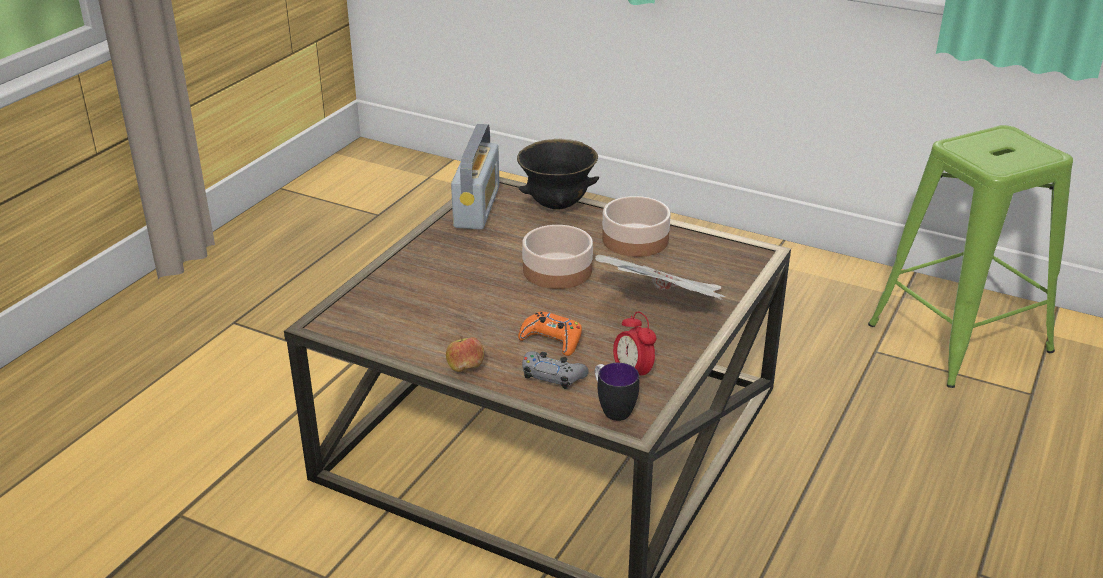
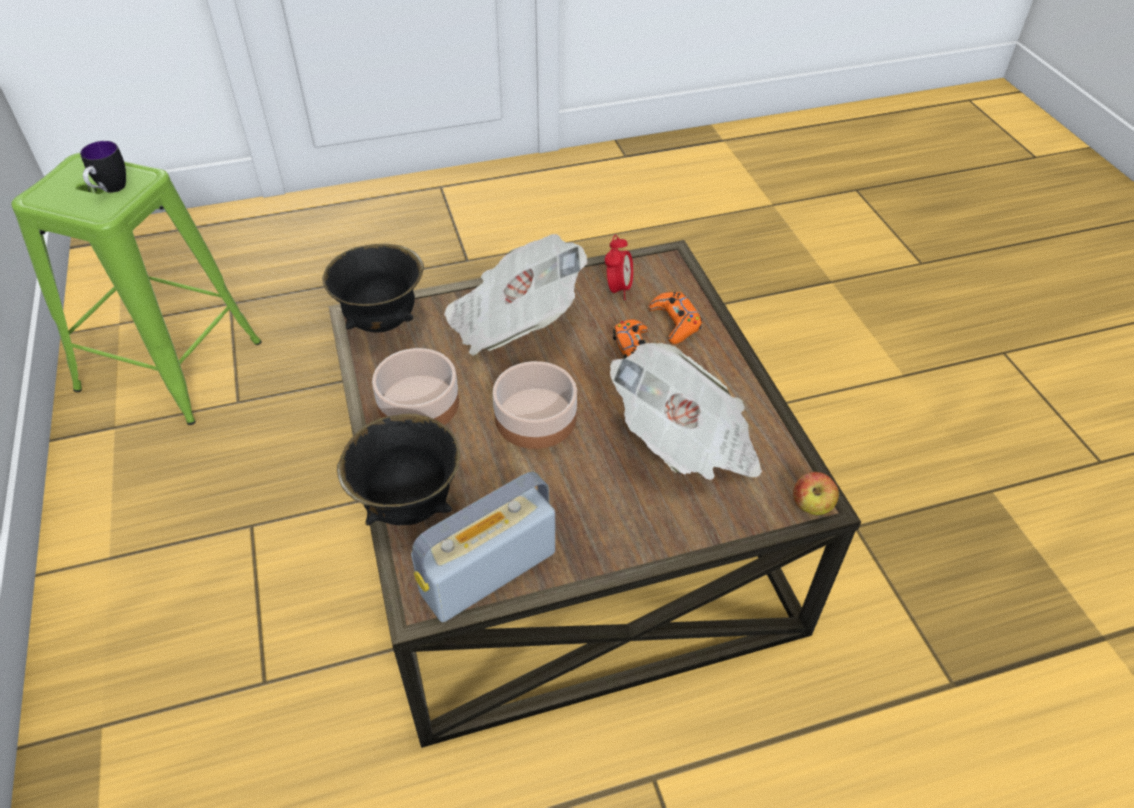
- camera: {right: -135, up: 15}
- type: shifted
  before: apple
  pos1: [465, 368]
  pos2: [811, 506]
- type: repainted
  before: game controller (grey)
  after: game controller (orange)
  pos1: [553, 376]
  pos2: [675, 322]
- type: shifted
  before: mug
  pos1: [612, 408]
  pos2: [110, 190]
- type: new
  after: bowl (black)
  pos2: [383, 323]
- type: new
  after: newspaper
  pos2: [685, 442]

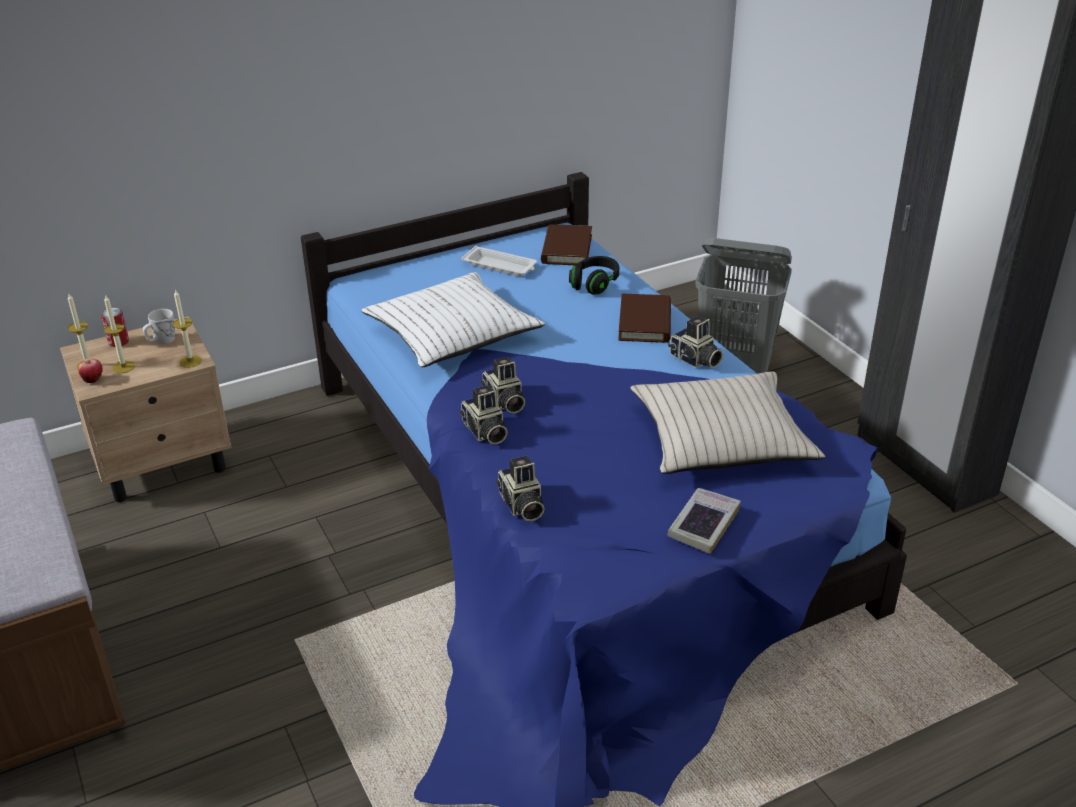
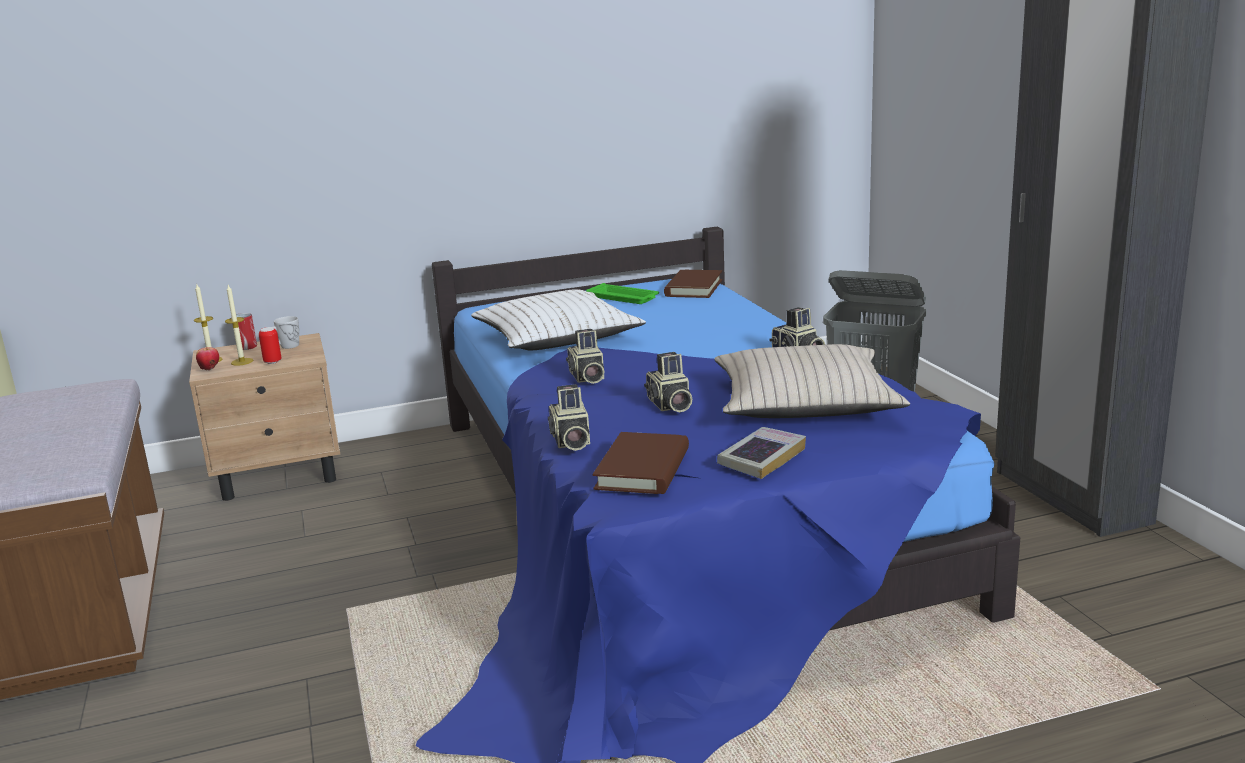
- camera: {right: 10, up: -15}
- type: repainted
  before: tray (white)
  after: tray (green)
  pos1: [501, 266]
  pos2: [624, 298]
- type: gone
  before: headphones (black)
  pos1: [594, 284]
- type: gone
  before: candle
  pos1: [190, 361]
- type: shifted
  before: book (brown)
  pos1: [645, 322]
  pos2: [643, 469]
- type: shifted
  before: photo camera
  pos1: [484, 432]
  pos2: [669, 405]
- type: new
  after: can
  pos2: [272, 362]

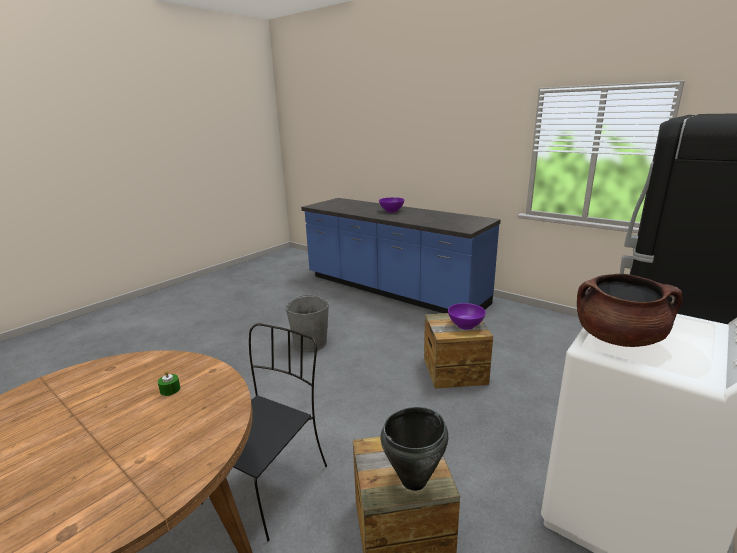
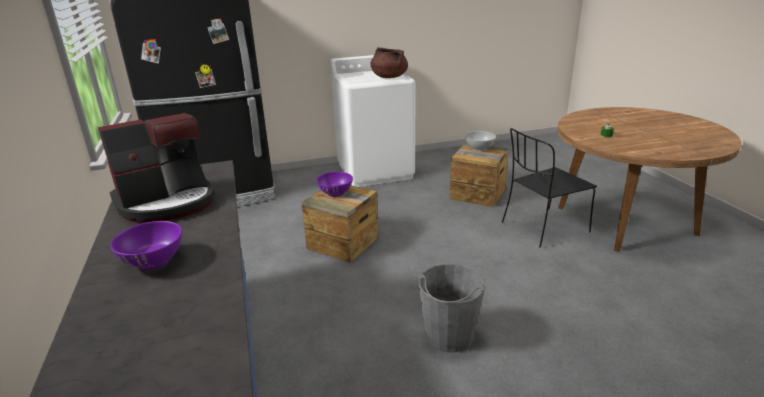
- camera: {right: -145, up: 5}
- type: swapped
  before: cooking pot (black)
  after: bowl (white)
  pos1: [414, 480]
  pos2: [479, 148]
- type: new
  after: coffee machine
  pos2: [167, 202]

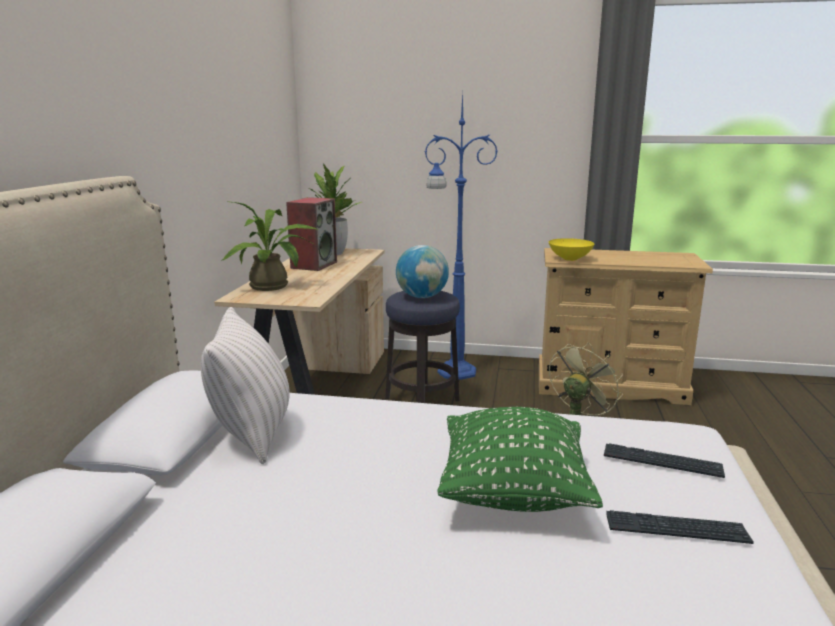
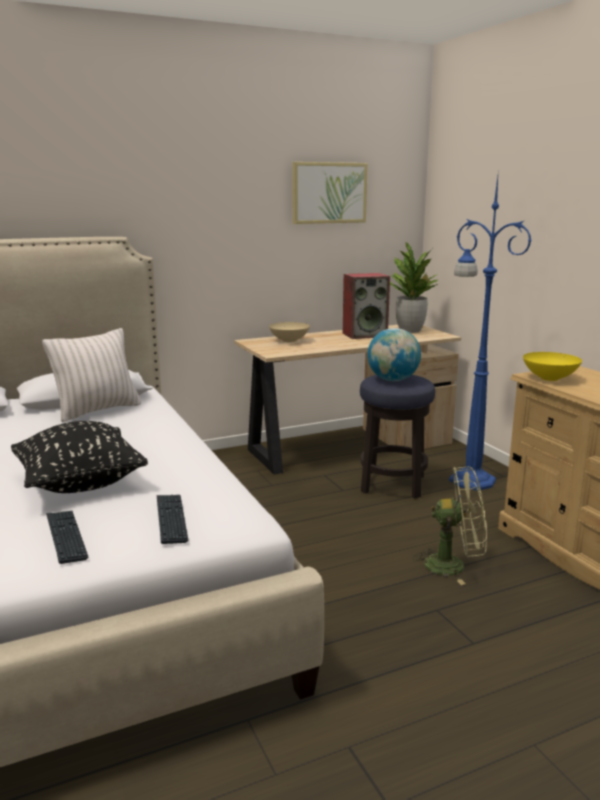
- camera: {right: 55, up: 0}
- type: swapped
  before: potted plant
  after: bowl (beige)
  pos1: [273, 287]
  pos2: [288, 341]
- type: repainted
  before: pillow (green)
  after: pillow (black)
  pos1: [513, 493]
  pos2: [80, 483]
- type: new
  after: picture
  pos2: [329, 193]

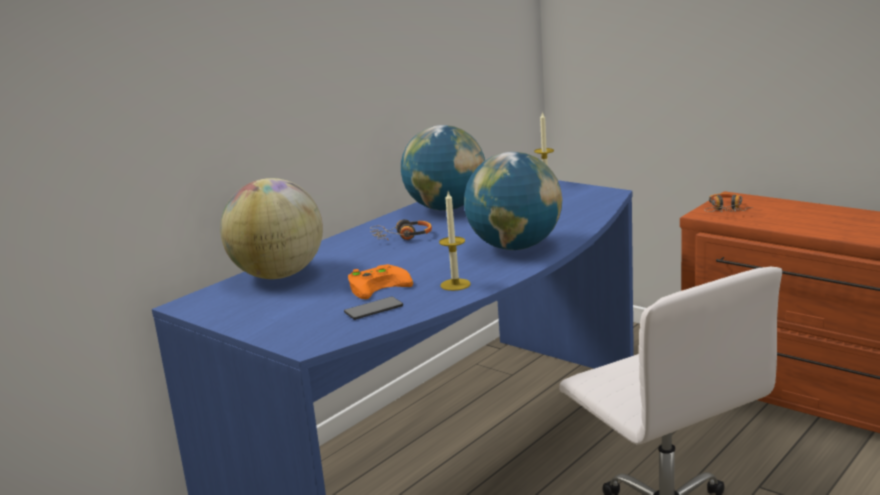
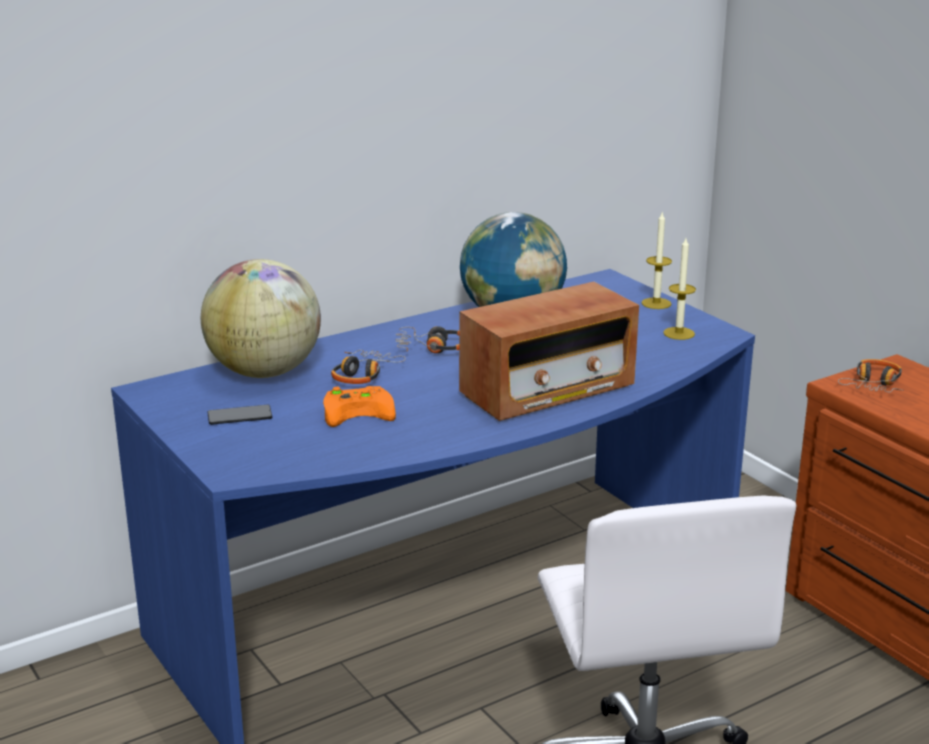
- camera: {right: 15, up: 5}
- type: swapped
  before: globe
  after: radio
  pos1: [515, 247]
  pos2: [547, 391]
- type: shifted
  before: candle
  pos1: [455, 284]
  pos2: [679, 333]
- type: shifted
  before: phone
  pos1: [373, 309]
  pos2: [239, 416]
- type: new
  after: headphones
  pos2: [363, 375]

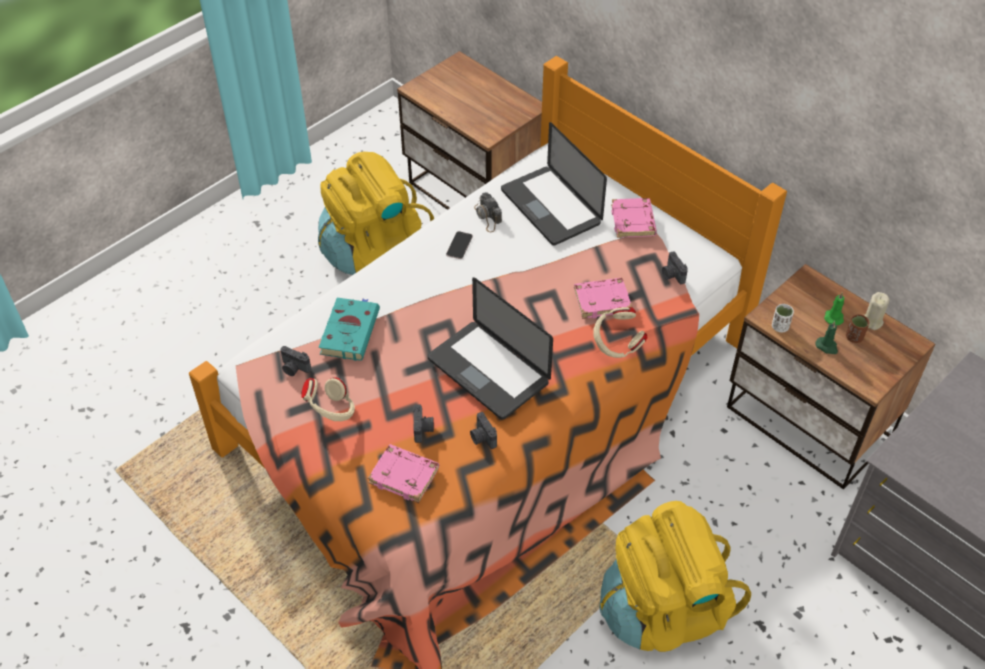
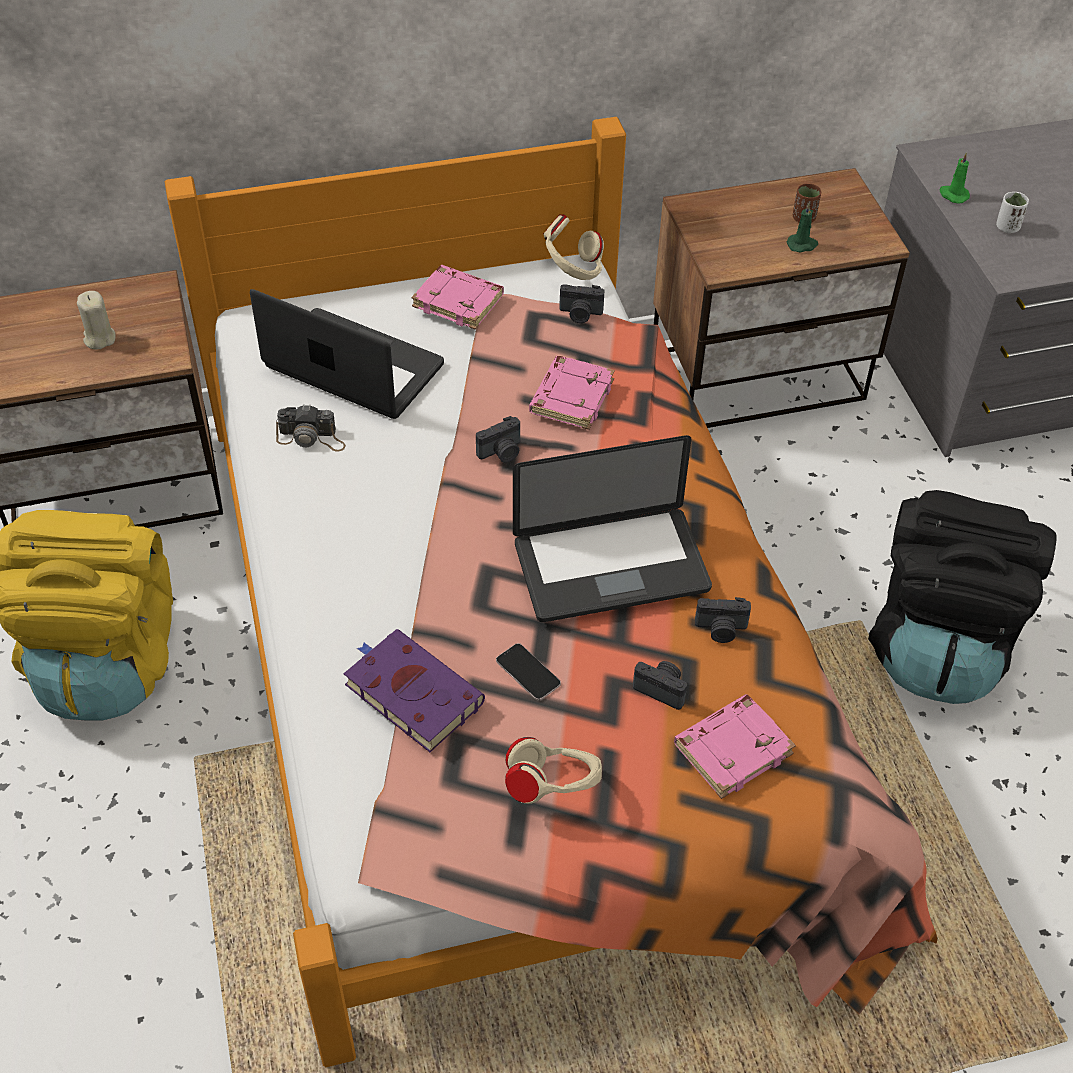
- camera: {right: -60, up: 0}
- type: rotated
  before: laptop
  pos1: [550, 207]
  pos2: [354, 367]
  turn: -150
- type: shifted
  before: phone
  pos1: [459, 245]
  pos2: [528, 672]
- type: shifted
  before: candle (beige)
  pos1: [871, 321]
  pos2: [99, 338]
- type: shifted
  before: candle (green)
  pos1: [833, 317]
  pos2: [953, 195]
- type: repainted
  before: book (turquoise)
  after: book (purple)
  pos1: [350, 330]
  pos2: [410, 692]
- type: shifted
  before: cup (white)
  pos1: [780, 327]
  pos2: [1007, 227]
- type: shifted
  before: headphones (beige)
  pos1: [617, 345]
  pos2: [573, 270]
- type: shifted
  before: photo camera
  pos1: [294, 368]
  pos2: [501, 452]
- type: repainted
  before: backpack (yellow)
  after: backpack (black)
  pos1: [663, 610]
  pos2: [938, 644]

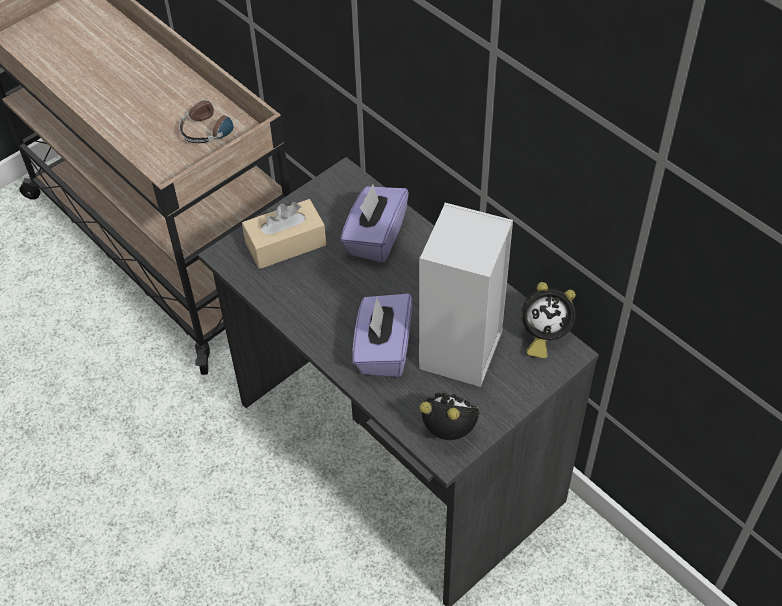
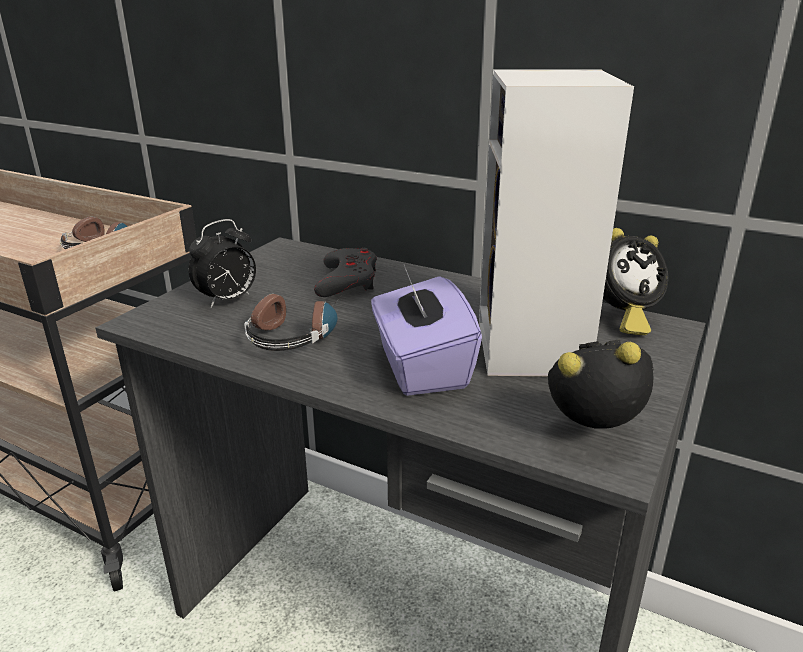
- camera: {right: -20, up: -25}
- type: swapped
  before: tissue box (purple)
  after: game controller (grey)
  pos1: [375, 237]
  pos2: [347, 280]
- type: swapped
  before: tissue box (beige)
  after: alarm clock
  pos1: [285, 244]
  pos2: [228, 300]
- type: new
  after: headphones
  pos2: [295, 332]

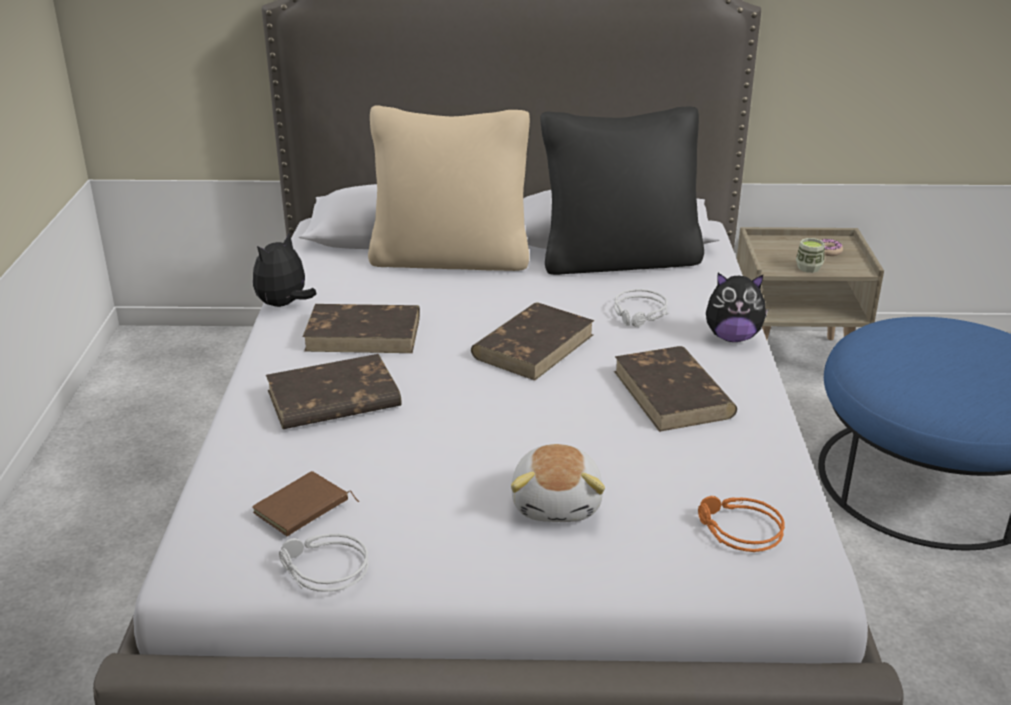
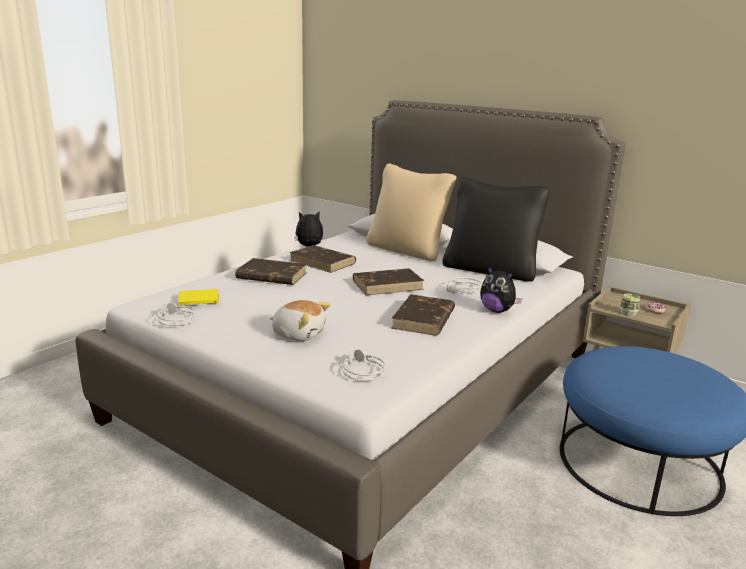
- camera: {right: 35, up: -10}
- type: rotated
  before: plush toy
  pos1: [558, 503]
  pos2: [299, 334]
  turn: -105
- type: repainted
  before: book (brown)
  after: book (yellow)
  pos1: [303, 509]
  pos2: [198, 300]
- type: repainted
  before: headphones (orange)
  after: headphones (grey)
  pos1: [737, 531]
  pos2: [360, 371]

